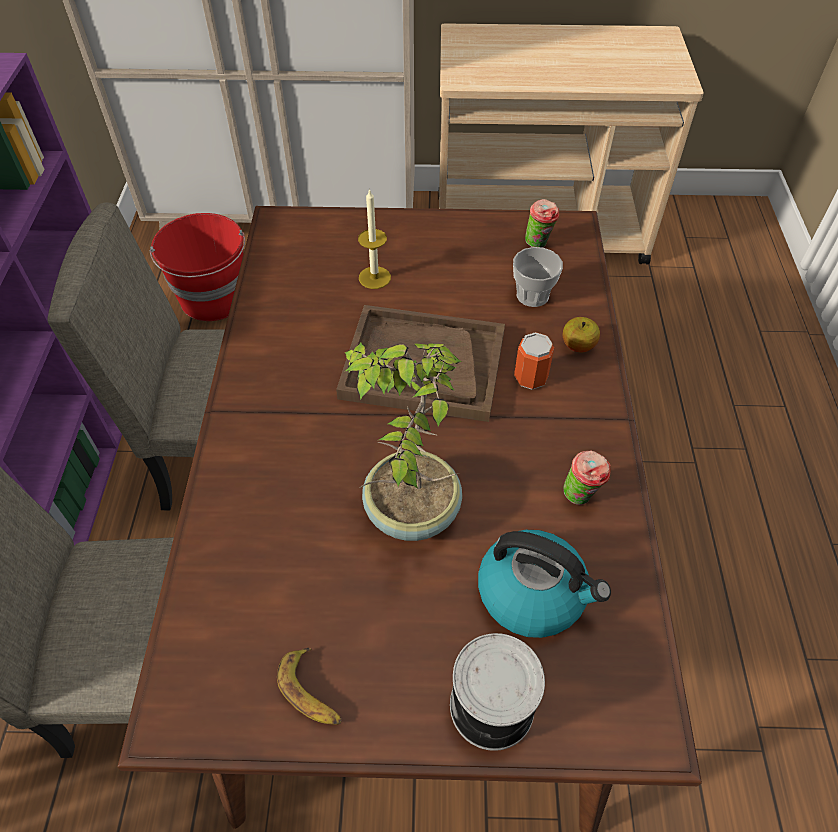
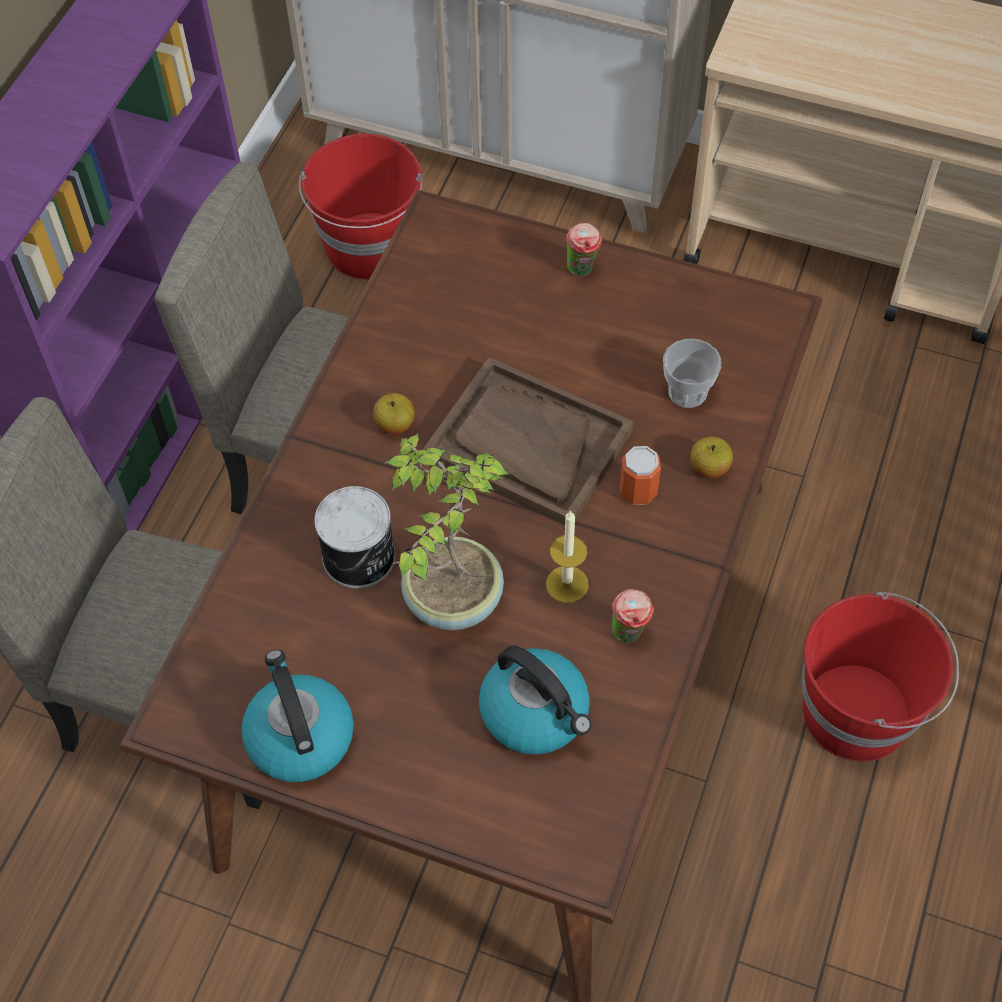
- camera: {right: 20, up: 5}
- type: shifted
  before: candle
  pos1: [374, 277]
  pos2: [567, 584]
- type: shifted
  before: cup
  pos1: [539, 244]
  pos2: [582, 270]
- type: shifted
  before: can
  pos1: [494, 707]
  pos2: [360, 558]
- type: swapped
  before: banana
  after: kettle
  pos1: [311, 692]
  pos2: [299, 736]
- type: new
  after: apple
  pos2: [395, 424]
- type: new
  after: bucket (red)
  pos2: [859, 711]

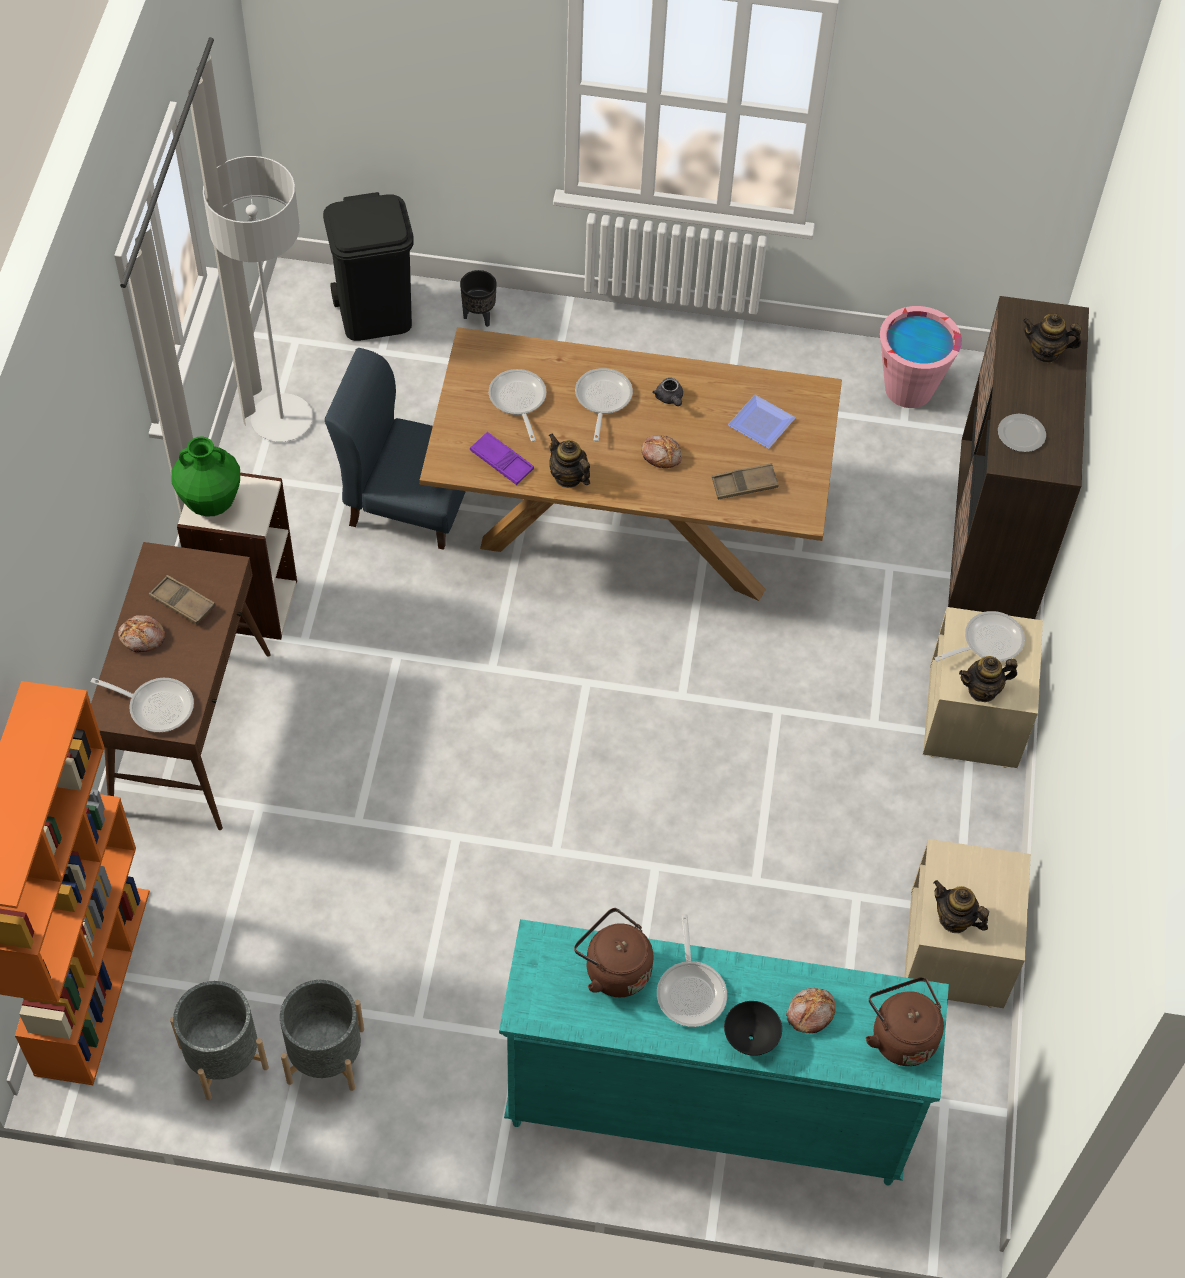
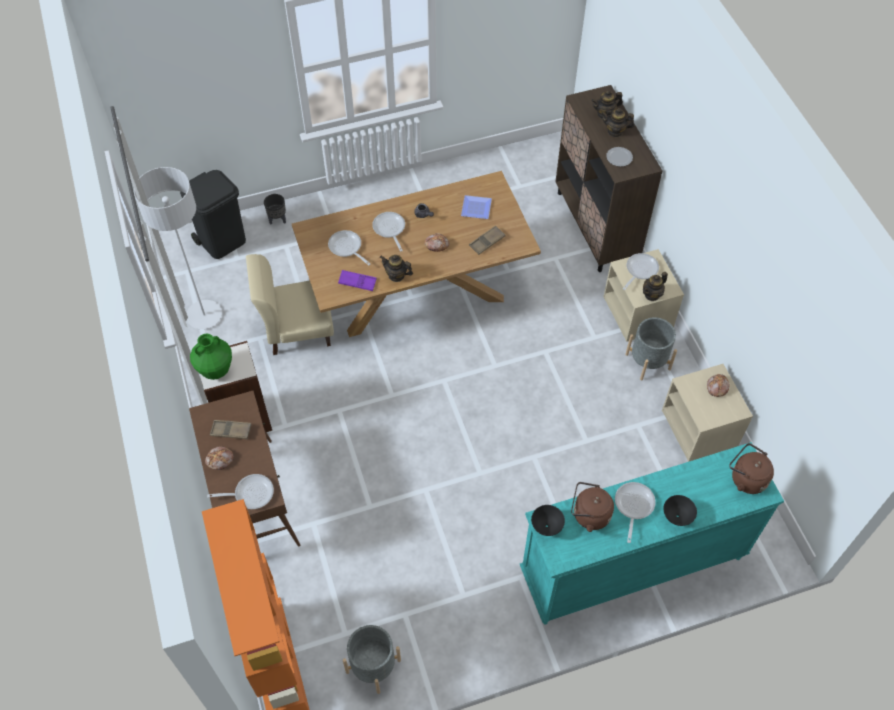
- camera: {right: -25, up: 0}
- type: gone
  before: bucket (pink)
  pos1: [909, 389]
- type: repainted
  before: chair (blue)
  after: chair (beige)
  pos1: [408, 502]
  pos2: [297, 329]
- type: shifted
  before: teapot
  pos1: [954, 919]
  pos2: [615, 131]
- type: rotated
  before: frying pan
  pos1: [691, 990]
  pos2: [633, 506]
  turn: -135
- type: shifted
  before: planter (grey)
  pos1: [325, 1055]
  pos2: [648, 361]
- type: shifted
  before: bread
  pos1: [809, 1013]
  pos2: [717, 387]
- type: new
  after: bowl (black)
  pos2: [546, 526]

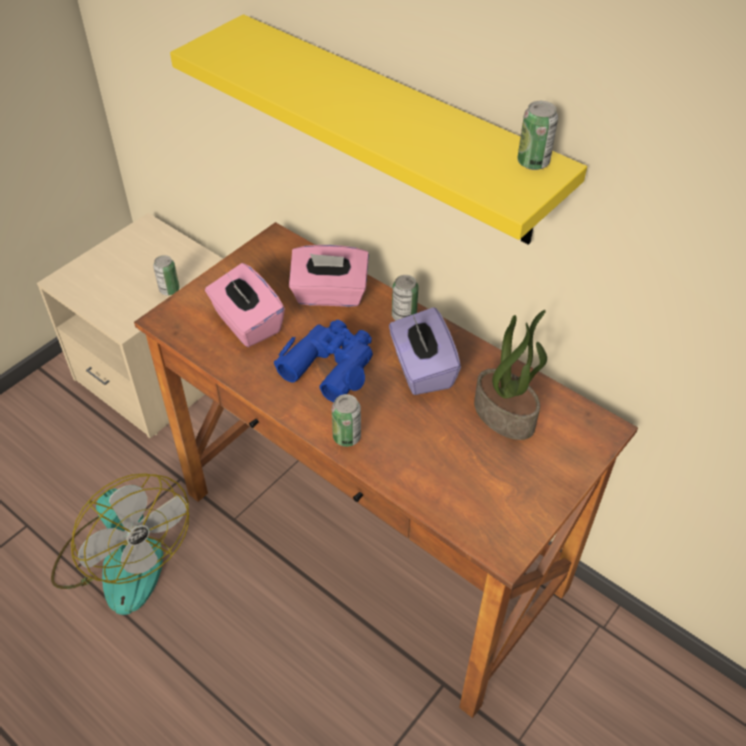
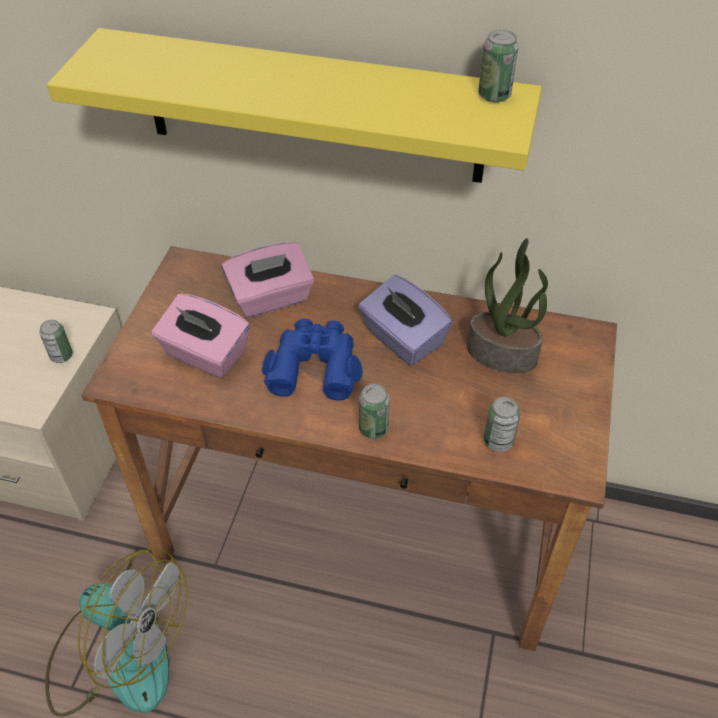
- camera: {right: -25, up: 0}
- type: shifted
  before: can
  pos1: [404, 316]
  pos2: [498, 441]

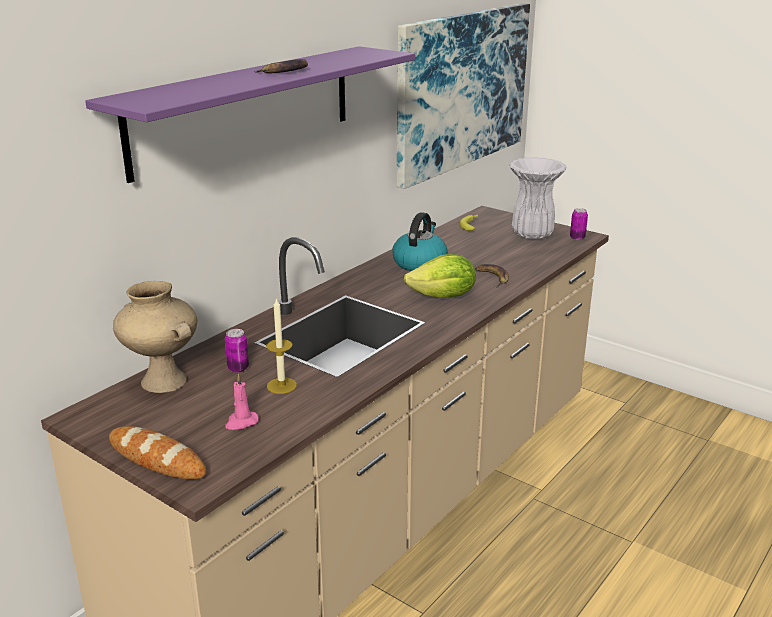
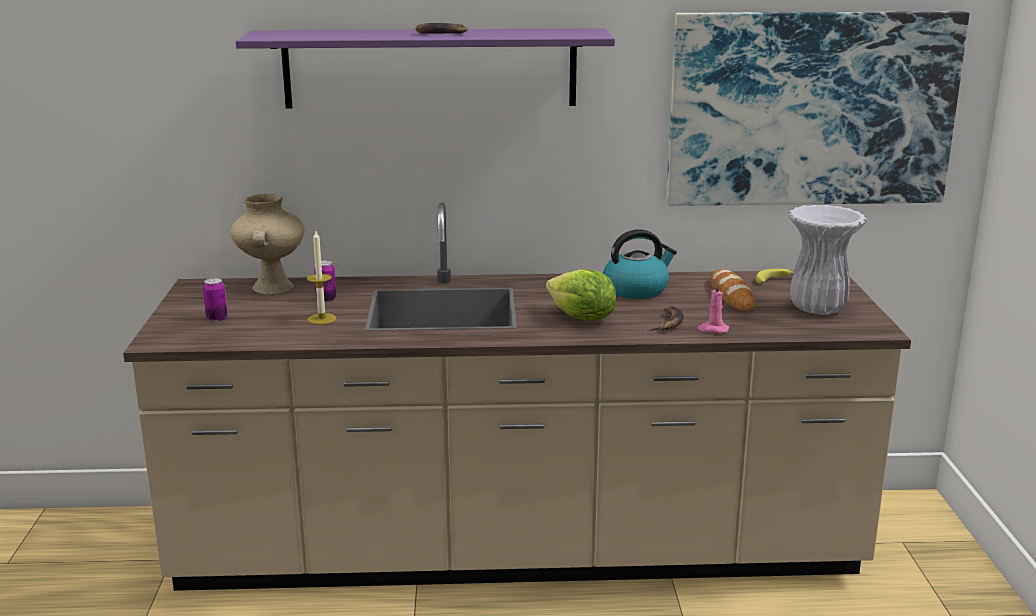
- camera: {right: 50, up: -5}
- type: shifted
  before: can
  pos1: [577, 238]
  pos2: [217, 318]
- type: shifted
  before: candle (pink)
  pos1: [241, 422]
  pos2: [712, 329]
- type: shifted
  before: bread
  pos1: [157, 458]
  pos2: [731, 296]

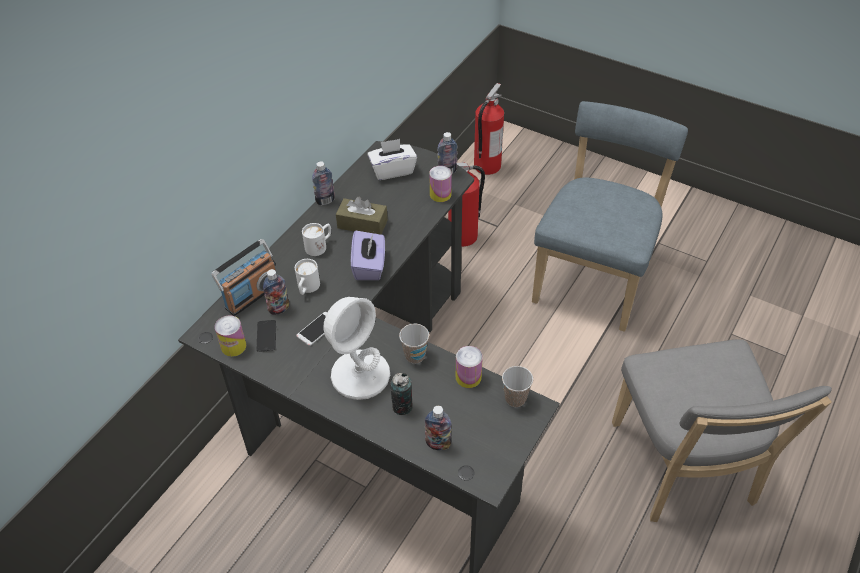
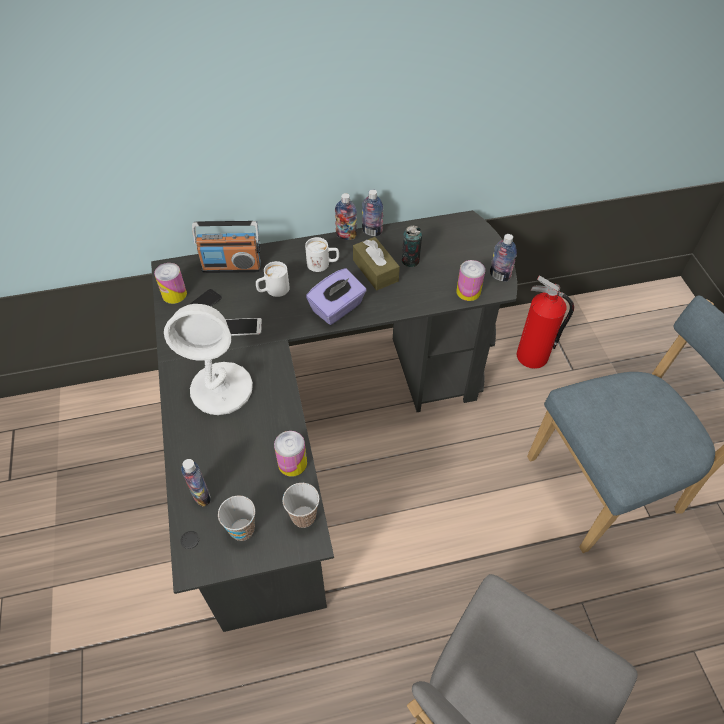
- camera: {right: 45, up: 5}
- type: gone
  before: fire extinguisher
  pos1: [486, 166]
- type: gone
  before: tissue box (white)
  pos1: [392, 170]
- type: shifted
  before: bottle
  pos1: [279, 309]
  pos2: [346, 235]
- type: shifted
  before: cup
  pos1: [415, 356]
  pos2: [242, 529]
- type: shifted
  before: can
  pos1: [402, 407]
  pos2: [410, 261]

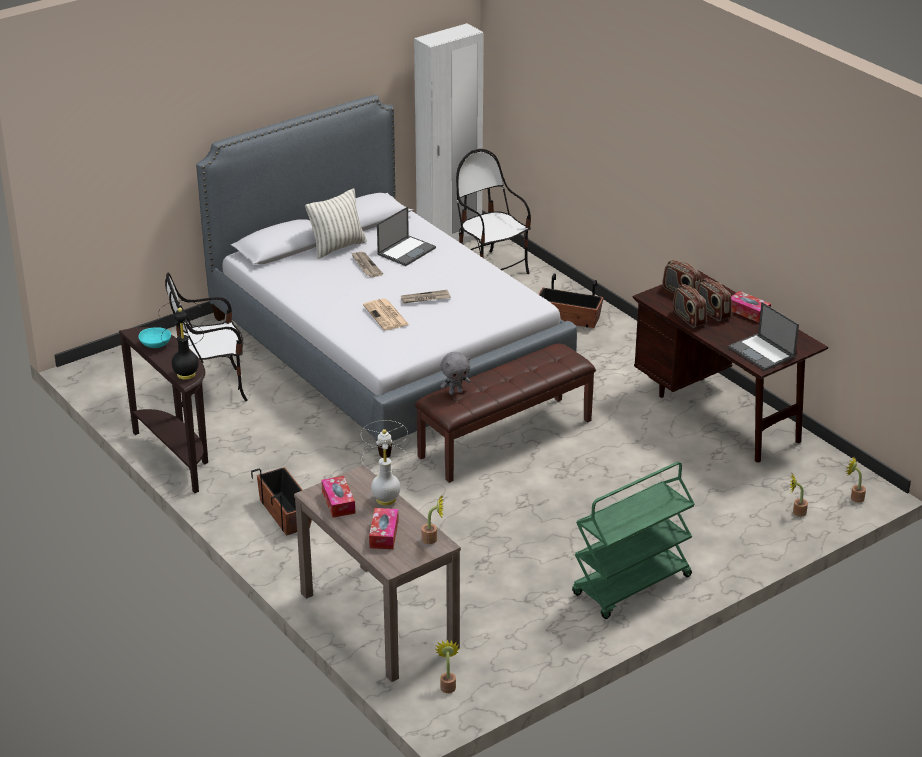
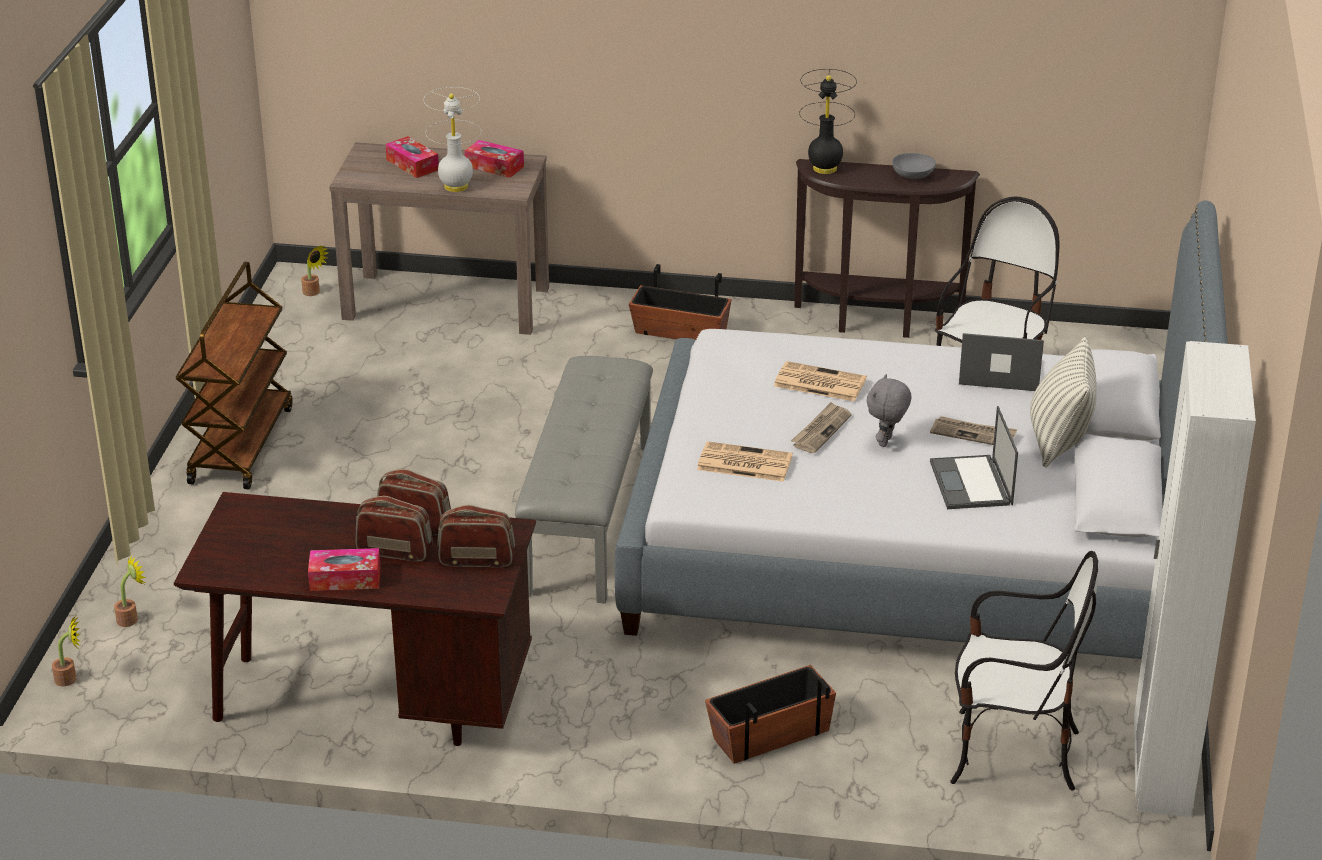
- camera: {right: 135, up: 0}
- type: shifted
  before: laptop
  pos1: [762, 353]
  pos2: [998, 372]
- type: repainted
  before: bowl (turquoise)
  after: bowl (grey)
  pos1: [155, 345]
  pos2: [912, 175]
- type: repainted
  before: bench (brown)
  after: bench (grey)
  pos1: [505, 438]
  pos2: [590, 518]
- type: shifted
  before: plush toy (grey)
  pos1: [455, 392]
  pos2: [886, 442]
- type: repainted
  before: cart (green)
  after: cart (brown)
  pos1: [631, 586]
  pos2: [240, 444]
- type: gone
  before: potted plant
  pos1: [432, 539]
- type: new
  after: newspaper
  pos2: [743, 463]

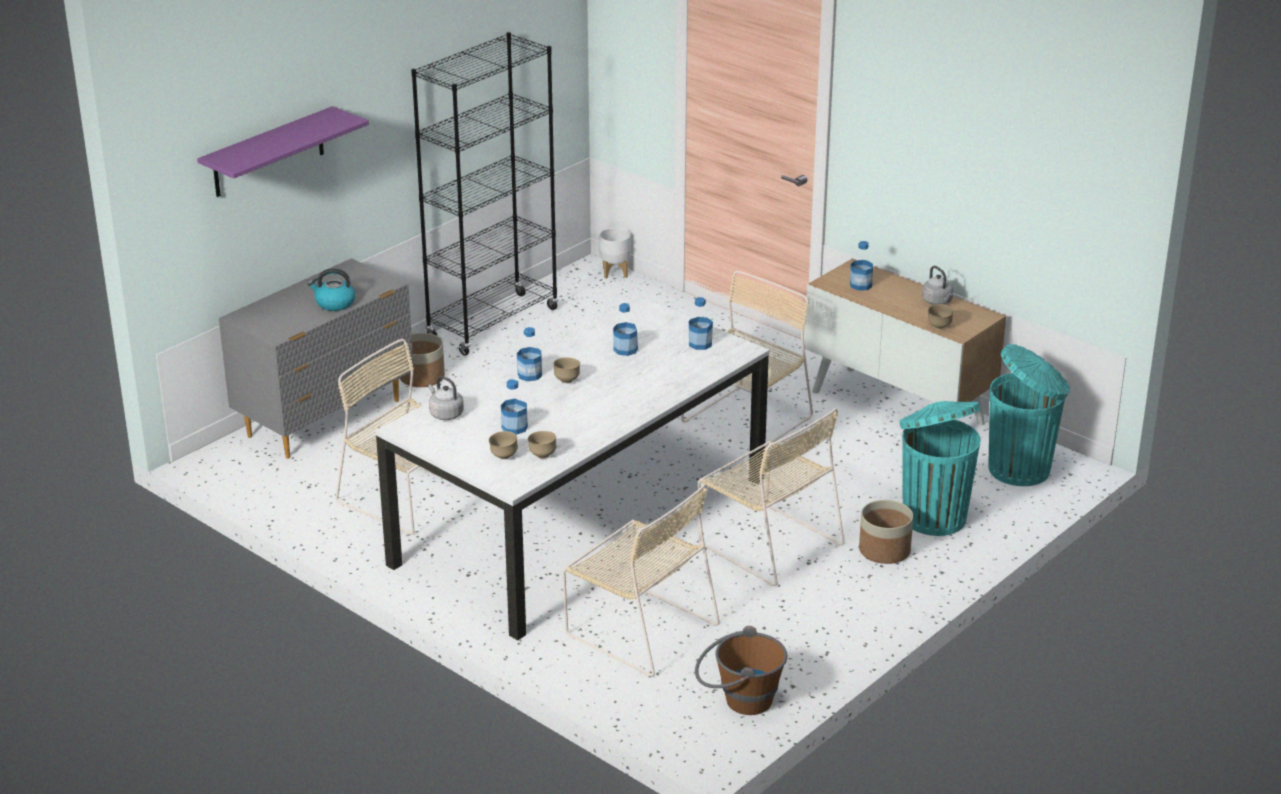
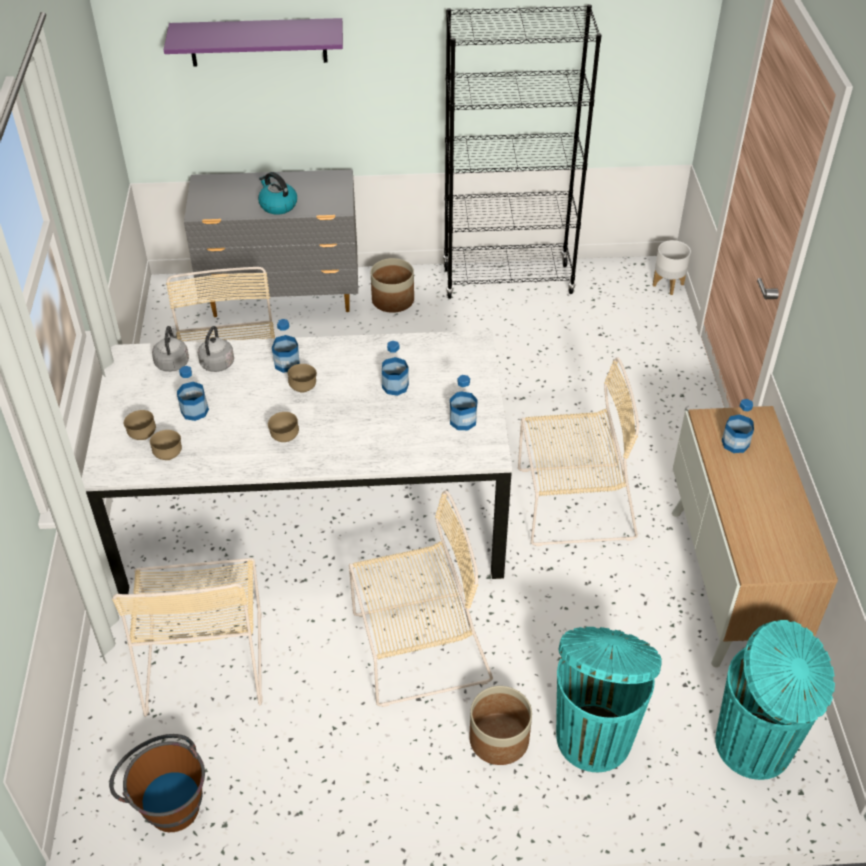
- camera: {right: 45, up: 15}
- type: shifted
  before: kettle (grey)
  pos1: [938, 302]
  pos2: [216, 365]
- type: shifted
  before: bowl (brown)
  pos1: [939, 327]
  pos2: [284, 438]
- type: rotated
  before: chair (beige)
  pos1: [767, 542]
  pos2: [416, 648]
  turn: -105

